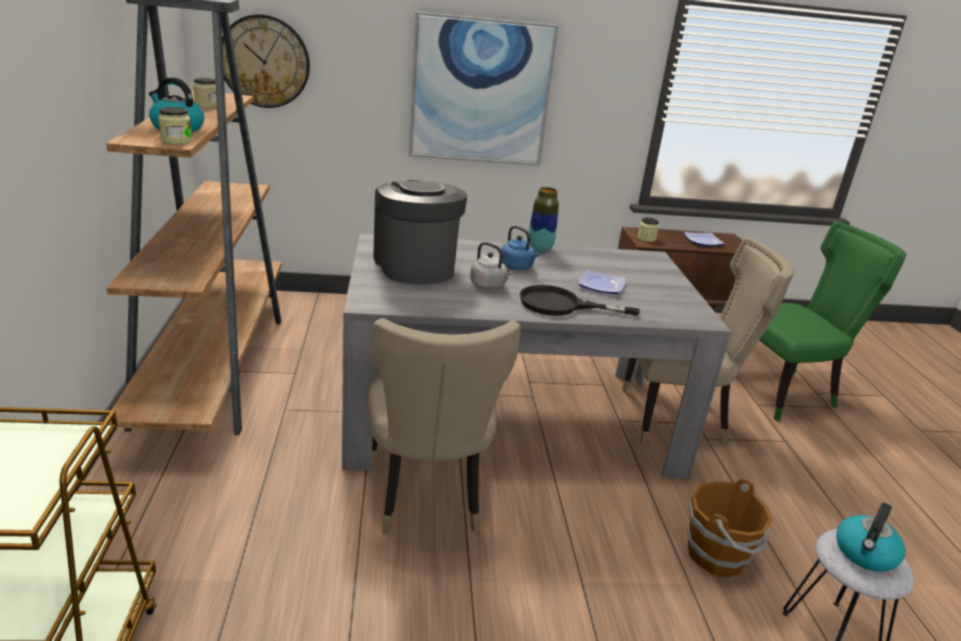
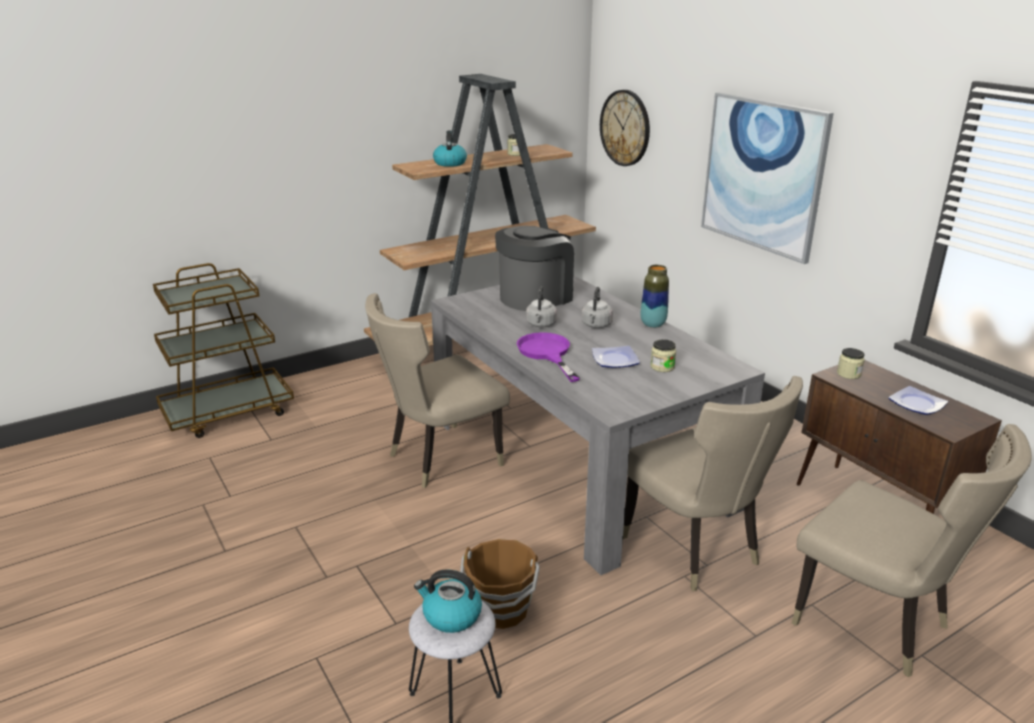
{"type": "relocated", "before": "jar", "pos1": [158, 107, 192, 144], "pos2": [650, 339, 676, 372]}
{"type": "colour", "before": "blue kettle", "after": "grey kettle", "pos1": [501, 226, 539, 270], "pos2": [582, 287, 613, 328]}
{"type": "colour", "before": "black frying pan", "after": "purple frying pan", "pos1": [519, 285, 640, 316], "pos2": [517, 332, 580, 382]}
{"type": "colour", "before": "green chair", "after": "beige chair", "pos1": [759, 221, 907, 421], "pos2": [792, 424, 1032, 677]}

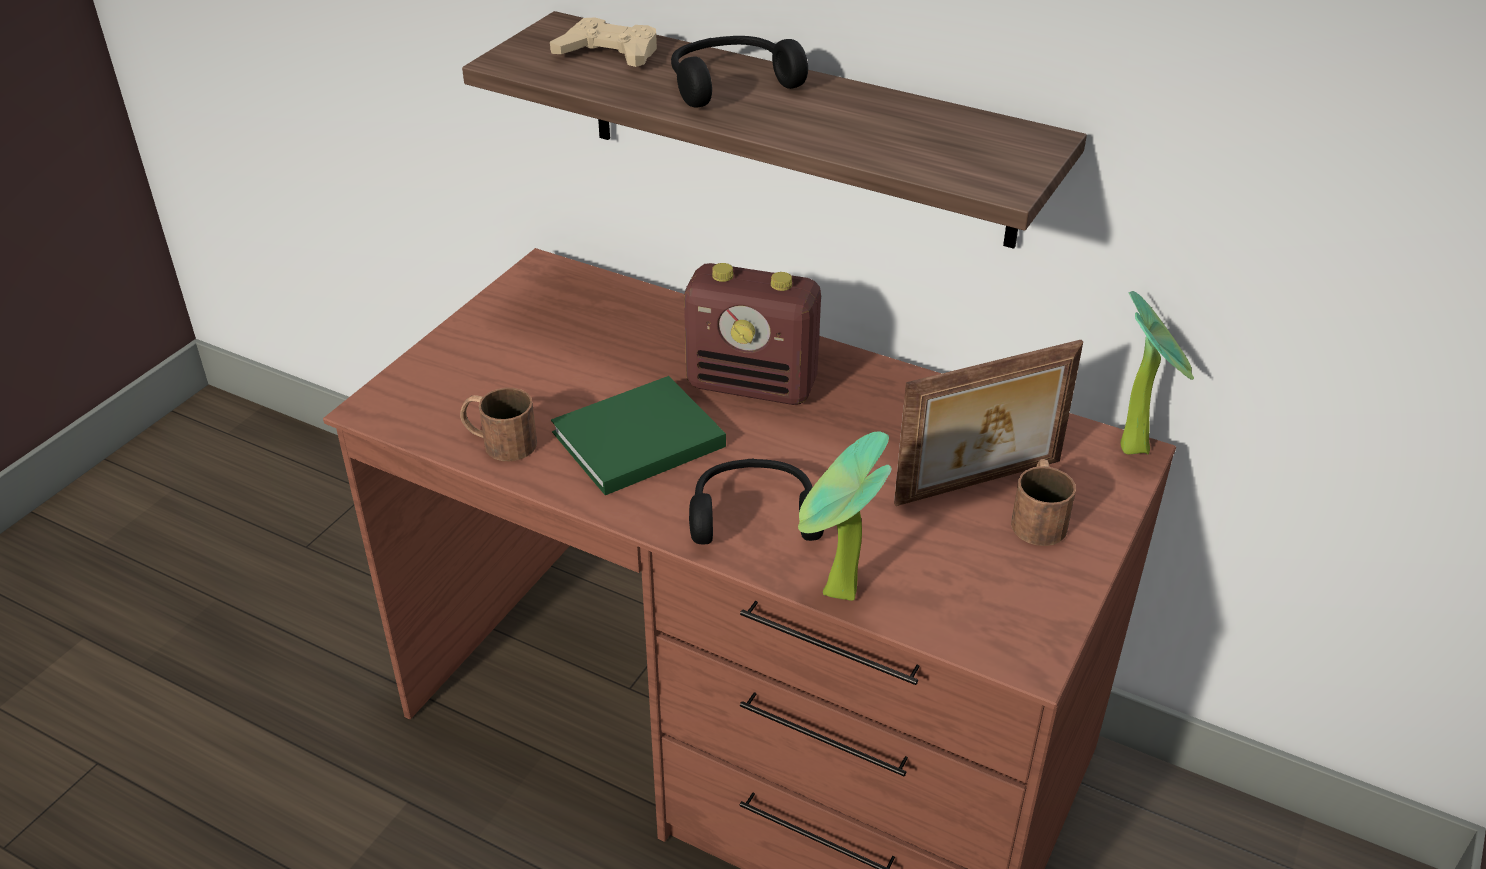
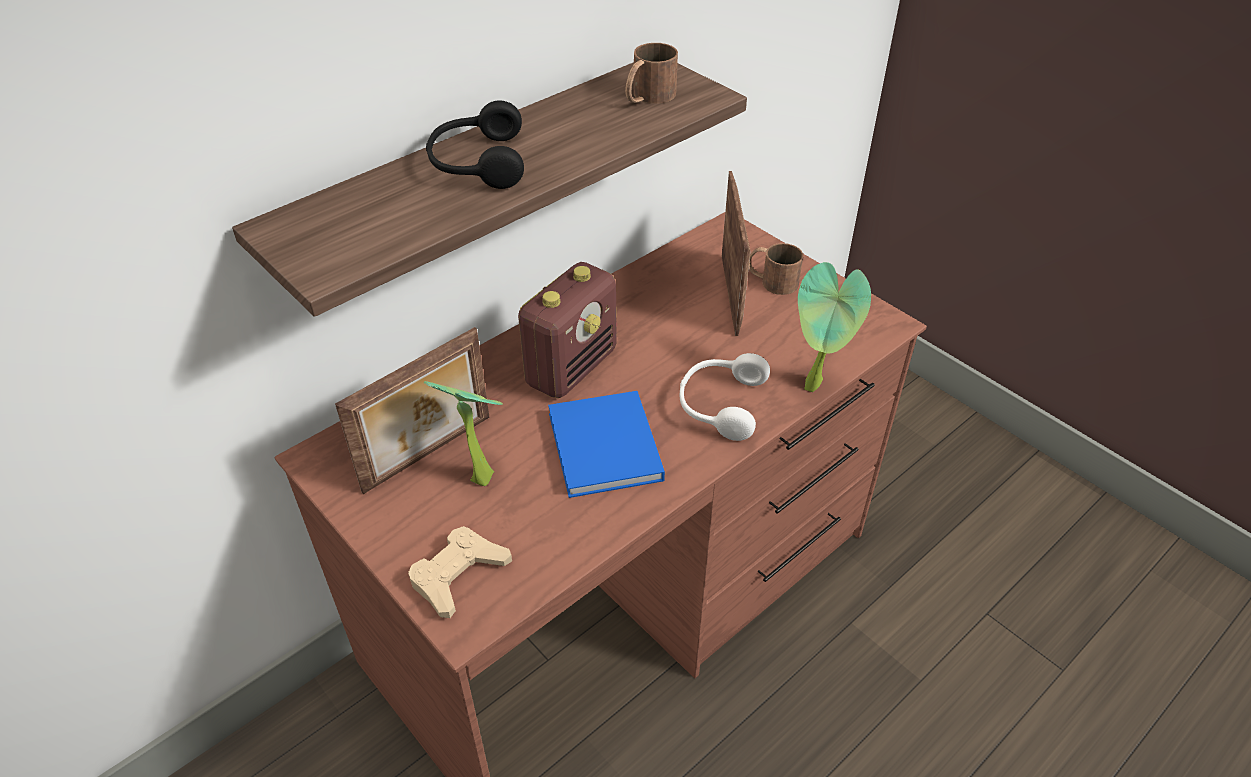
{"type": "relocated", "before": "brown mug", "pos1": [460, 388, 537, 461], "pos2": [625, 43, 678, 104]}
{"type": "relocated", "before": "beige game controller", "pos1": [550, 17, 657, 67], "pos2": [408, 526, 512, 618]}
{"type": "colour", "before": "green book", "after": "blue book", "pos1": [551, 376, 726, 495], "pos2": [548, 391, 665, 498]}
{"type": "colour", "before": "black headphones", "after": "white headphones", "pos1": [689, 458, 824, 544], "pos2": [680, 353, 770, 441]}
{"type": "relocated", "before": "potted plant", "pos1": [1121, 291, 1194, 454], "pos2": [424, 381, 503, 486]}
{"type": "appeared", "after": "picture frame", "pos2": [335, 327, 489, 494]}

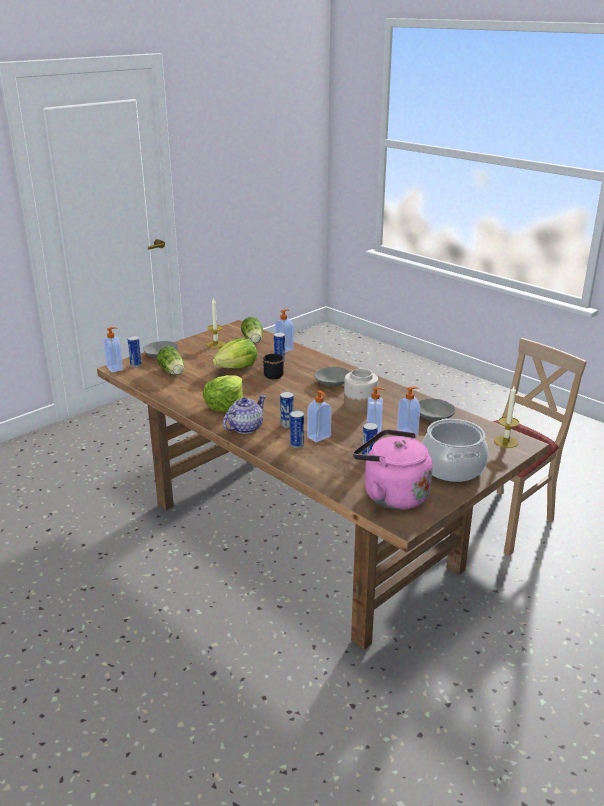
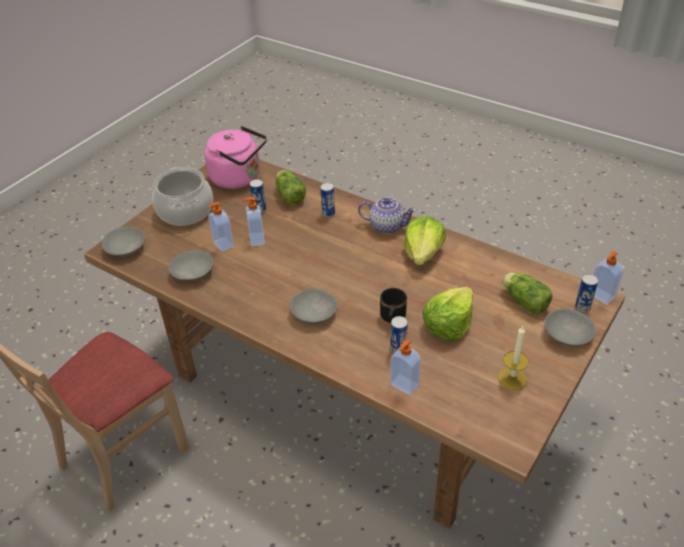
{"type": "spun", "before": "teapot", "pos1": [223, 395, 266, 434], "pos2": [358, 197, 417, 234], "turn": -105}
{"type": "relocated", "before": "lettuce", "pos1": [241, 317, 263, 343], "pos2": [276, 170, 306, 205]}
{"type": "missing", "before": "can", "pos1": [280, 392, 294, 428]}
{"type": "missing", "before": "soap dispenser", "pos1": [307, 390, 332, 442]}
{"type": "missing", "before": "jar", "pos1": [344, 369, 378, 413]}
{"type": "exchanged", "before": "candle", "after": "grey bowl", "pos1": [494, 386, 519, 448], "pos2": [102, 227, 145, 257]}

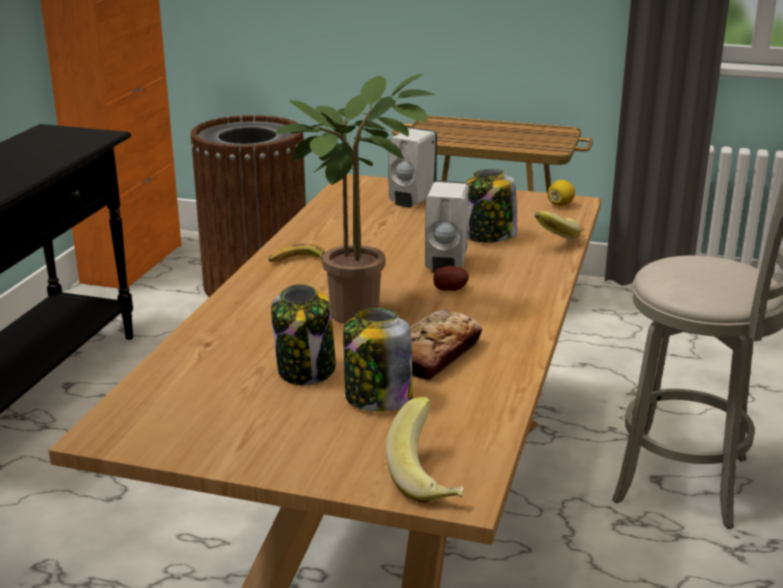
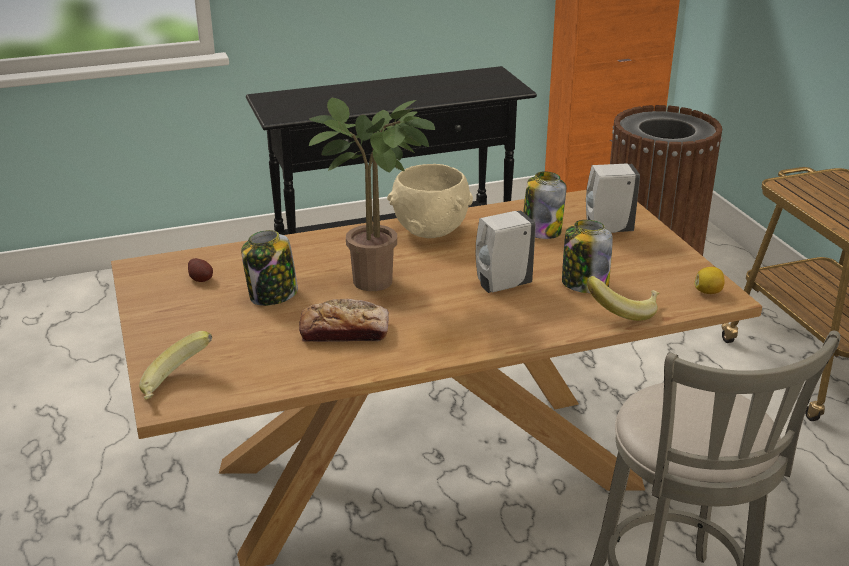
{"type": "exchanged", "before": "banana", "after": "beige bowl", "pos1": [268, 243, 325, 262], "pos2": [387, 164, 473, 238]}
{"type": "relocated", "before": "jar", "pos1": [343, 308, 412, 411], "pos2": [523, 171, 566, 239]}
{"type": "relocated", "before": "potato", "pos1": [433, 266, 469, 291], "pos2": [188, 258, 213, 282]}

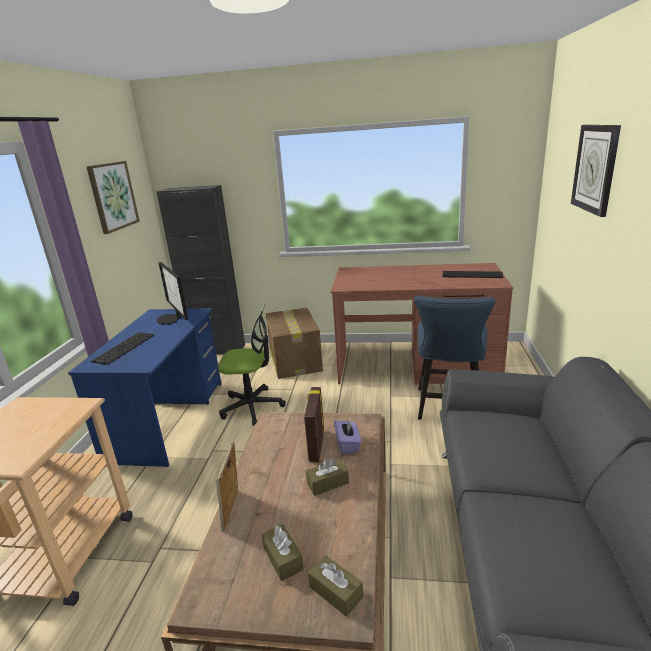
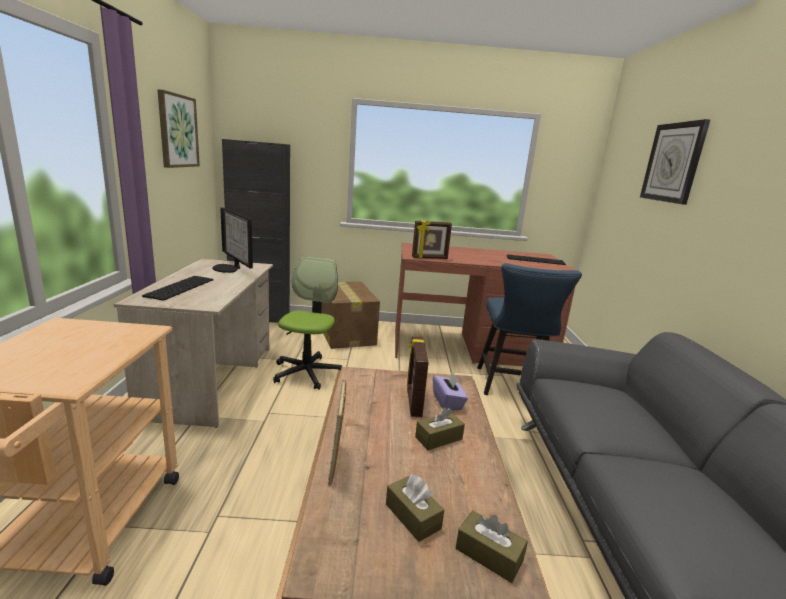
{"type": "colour", "before": "blue desk", "after": "beige desk", "pos1": [68, 308, 221, 467], "pos2": [114, 259, 273, 428]}
{"type": "spun", "before": "office chair", "pos1": [218, 304, 286, 426], "pos2": [273, 257, 342, 390], "turn": -75}
{"type": "appeared", "after": "picture frame", "pos2": [412, 221, 452, 259]}

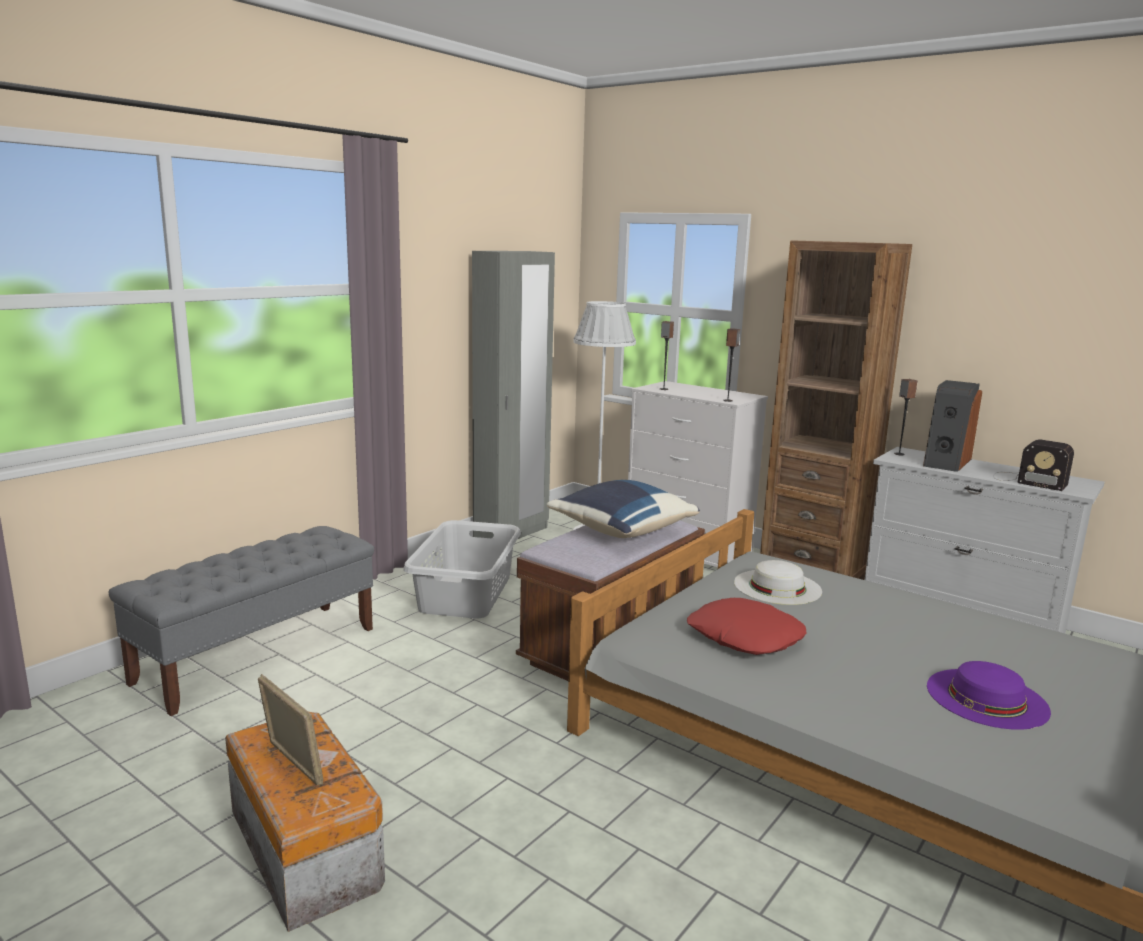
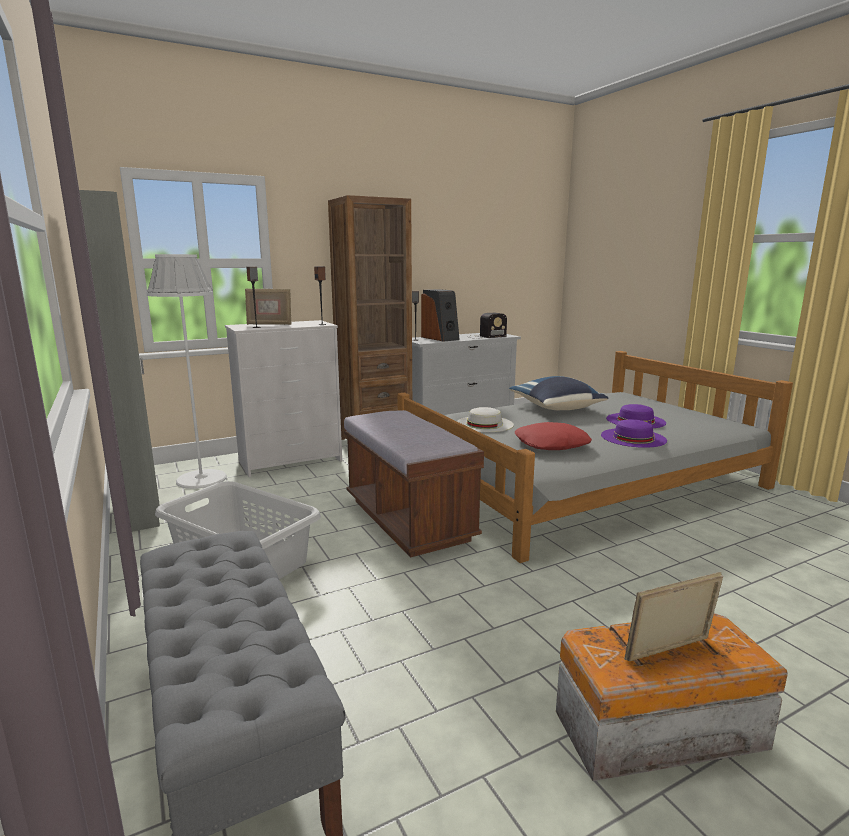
{"type": "relocated", "before": "blue pillow", "pos1": [546, 480, 700, 538], "pos2": [509, 376, 608, 410]}
{"type": "appeared", "after": "picture frame", "pos2": [245, 289, 291, 325]}
{"type": "appeared", "after": "purple hat", "pos2": [601, 419, 667, 448]}

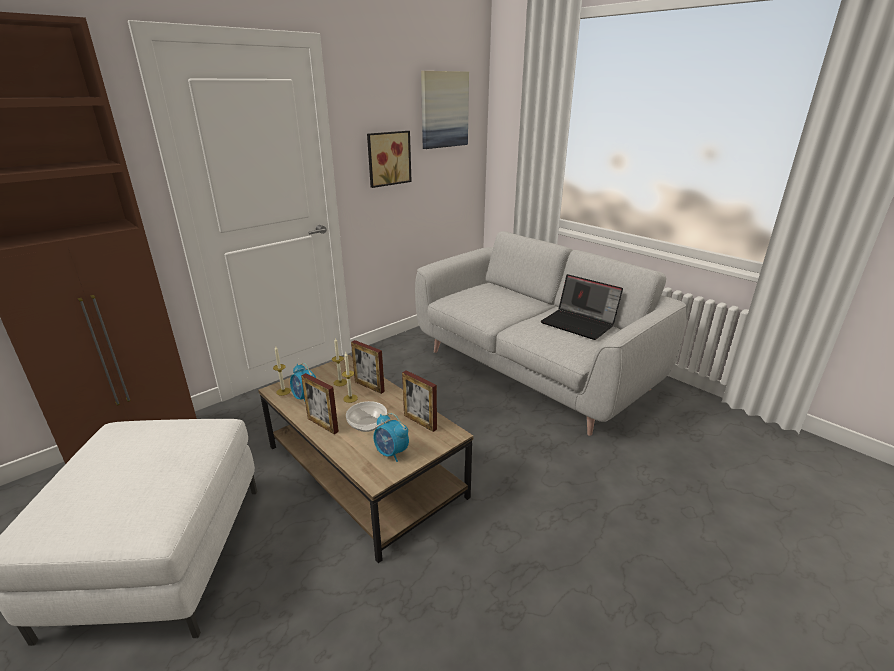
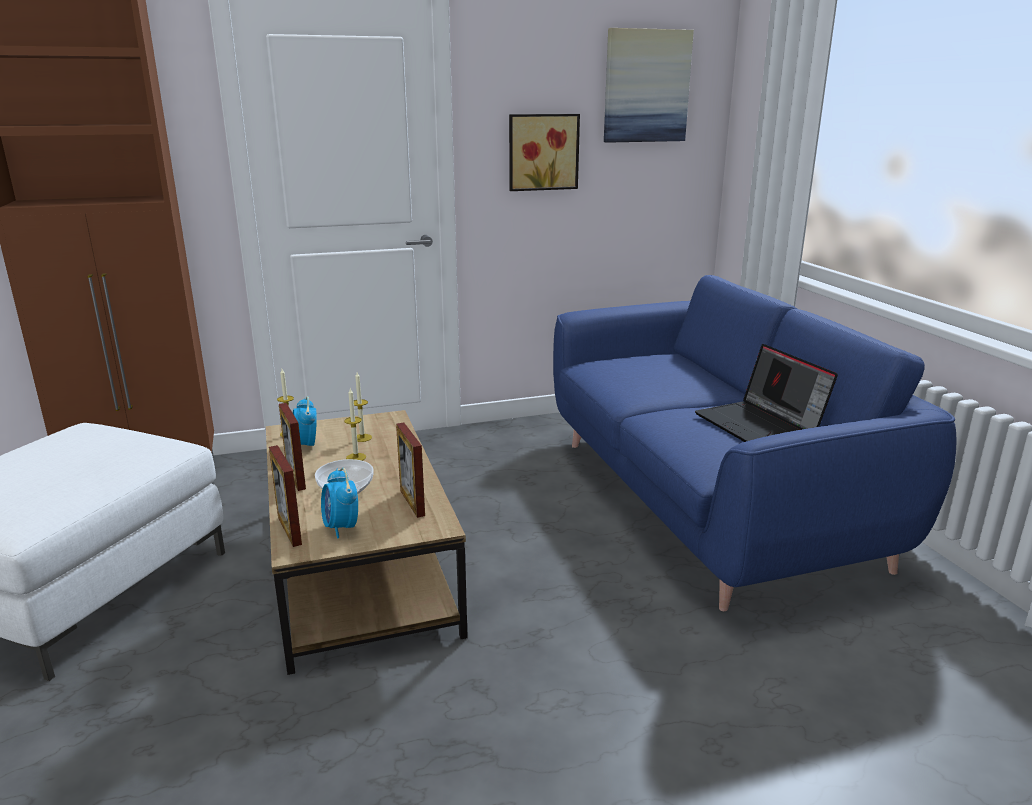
{"type": "relocated", "before": "picture frame", "pos1": [351, 340, 385, 394], "pos2": [269, 445, 302, 547]}
{"type": "colour", "before": "grey sofa", "after": "blue sofa", "pos1": [415, 231, 686, 436], "pos2": [553, 275, 957, 611]}

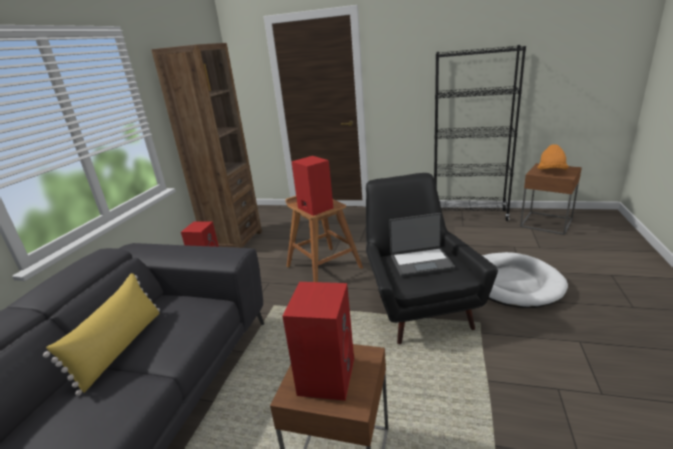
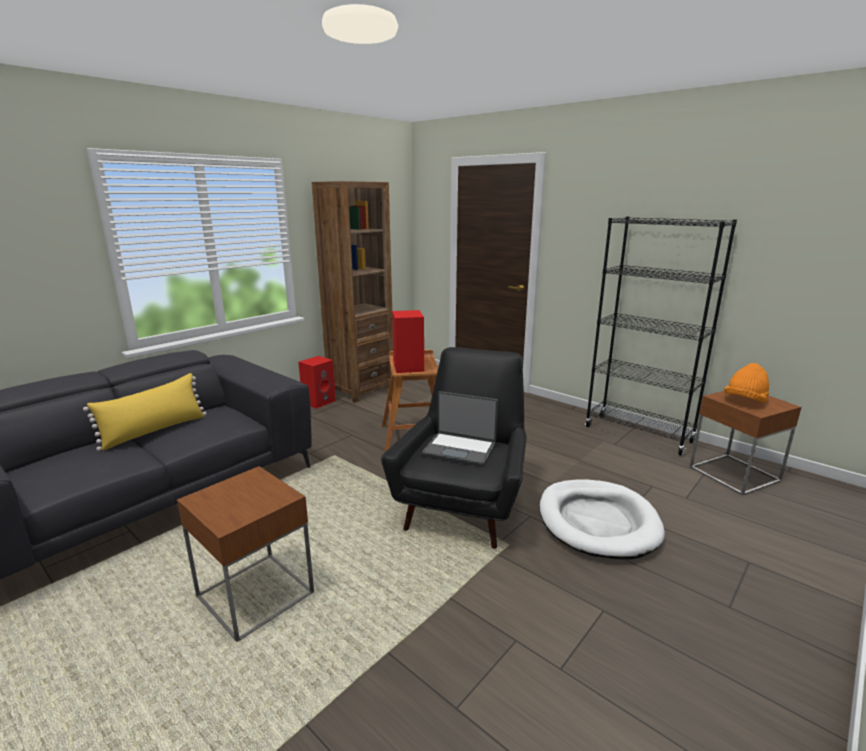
{"type": "missing", "before": "red speaker", "pos1": [282, 282, 354, 401]}

